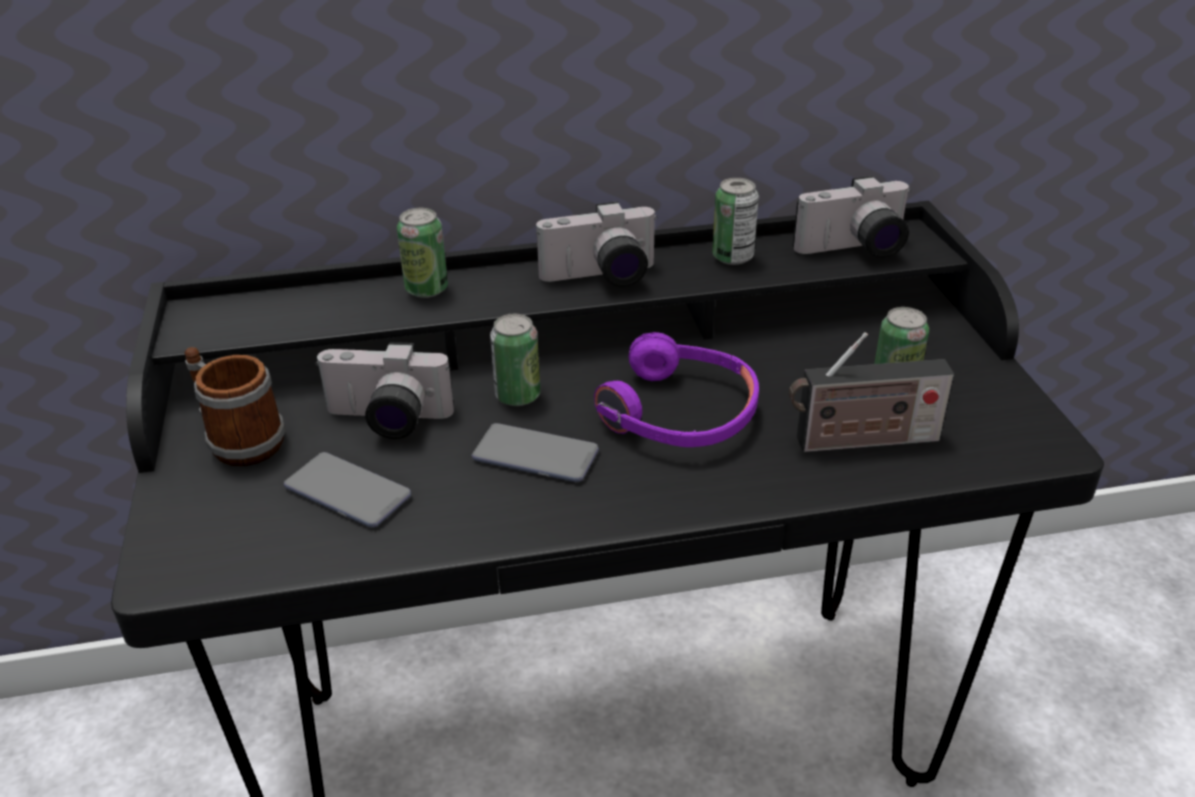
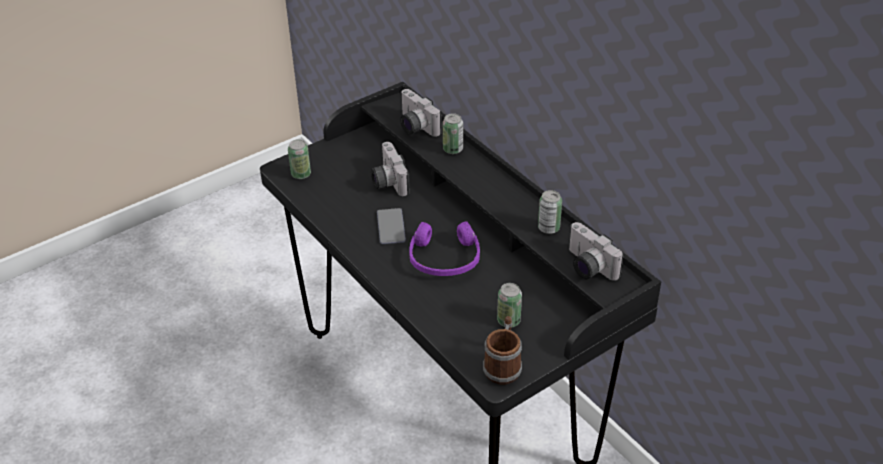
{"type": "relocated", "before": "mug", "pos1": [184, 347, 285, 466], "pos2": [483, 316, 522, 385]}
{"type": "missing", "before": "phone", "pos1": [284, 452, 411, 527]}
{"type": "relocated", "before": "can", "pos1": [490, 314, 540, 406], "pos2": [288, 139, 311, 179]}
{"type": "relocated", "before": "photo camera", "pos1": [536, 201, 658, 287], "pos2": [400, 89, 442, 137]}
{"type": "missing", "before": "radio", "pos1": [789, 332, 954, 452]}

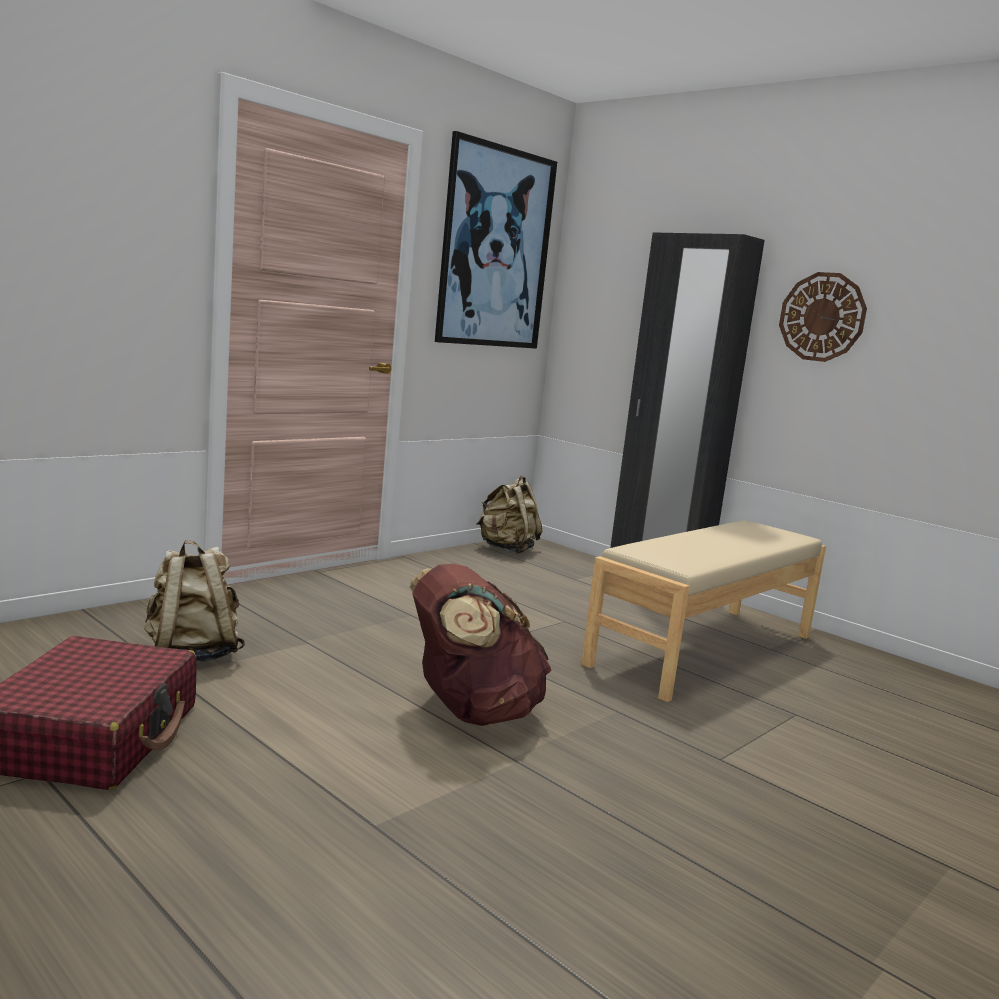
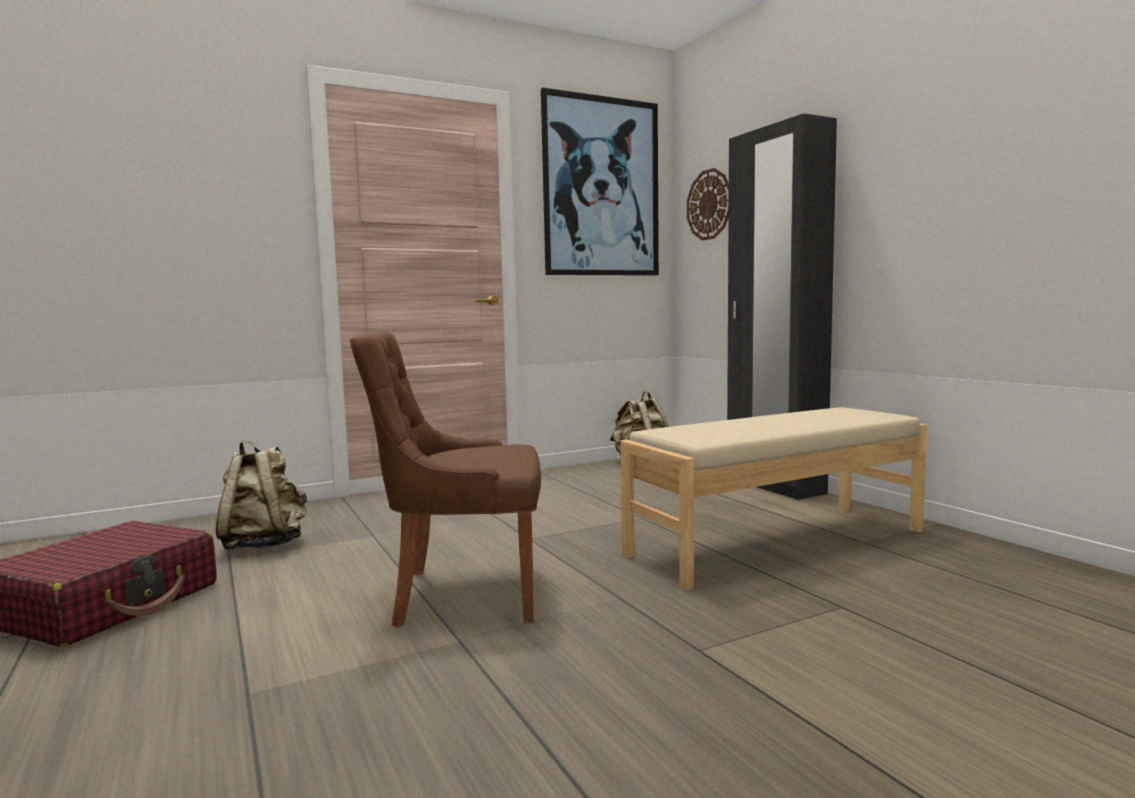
{"type": "exchanged", "before": "brown backpack", "after": "brown chair", "pos1": [410, 563, 552, 726], "pos2": [350, 331, 541, 627]}
{"type": "relocated", "before": "wall clock", "pos1": [779, 272, 867, 362], "pos2": [687, 168, 729, 241]}

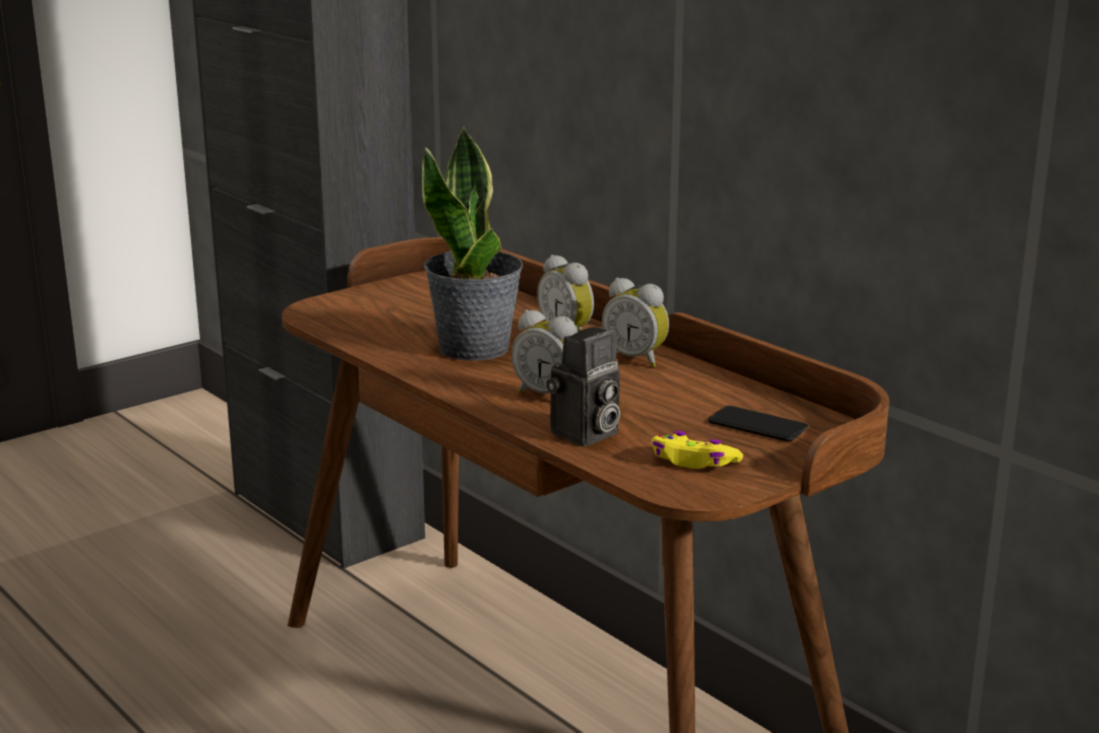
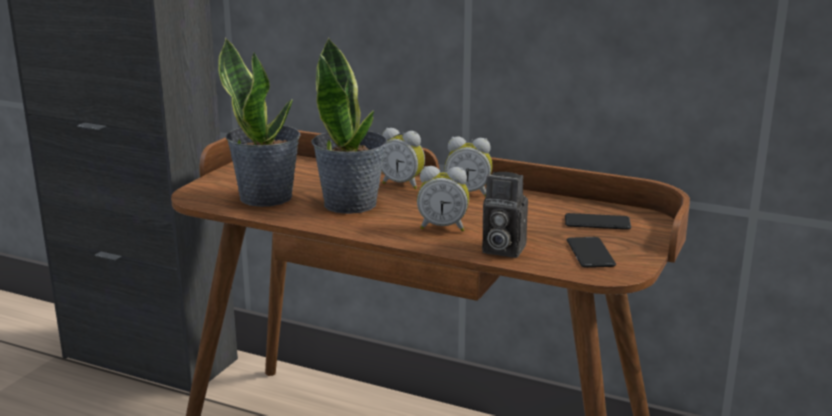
{"type": "spun", "before": "photo camera", "pos1": [547, 327, 620, 447], "pos2": [482, 172, 528, 258], "turn": 90}
{"type": "exchanged", "before": "yellow game controller", "after": "phone", "pos1": [651, 431, 743, 469], "pos2": [567, 237, 616, 268]}
{"type": "appeared", "after": "potted plant", "pos2": [218, 37, 300, 207]}

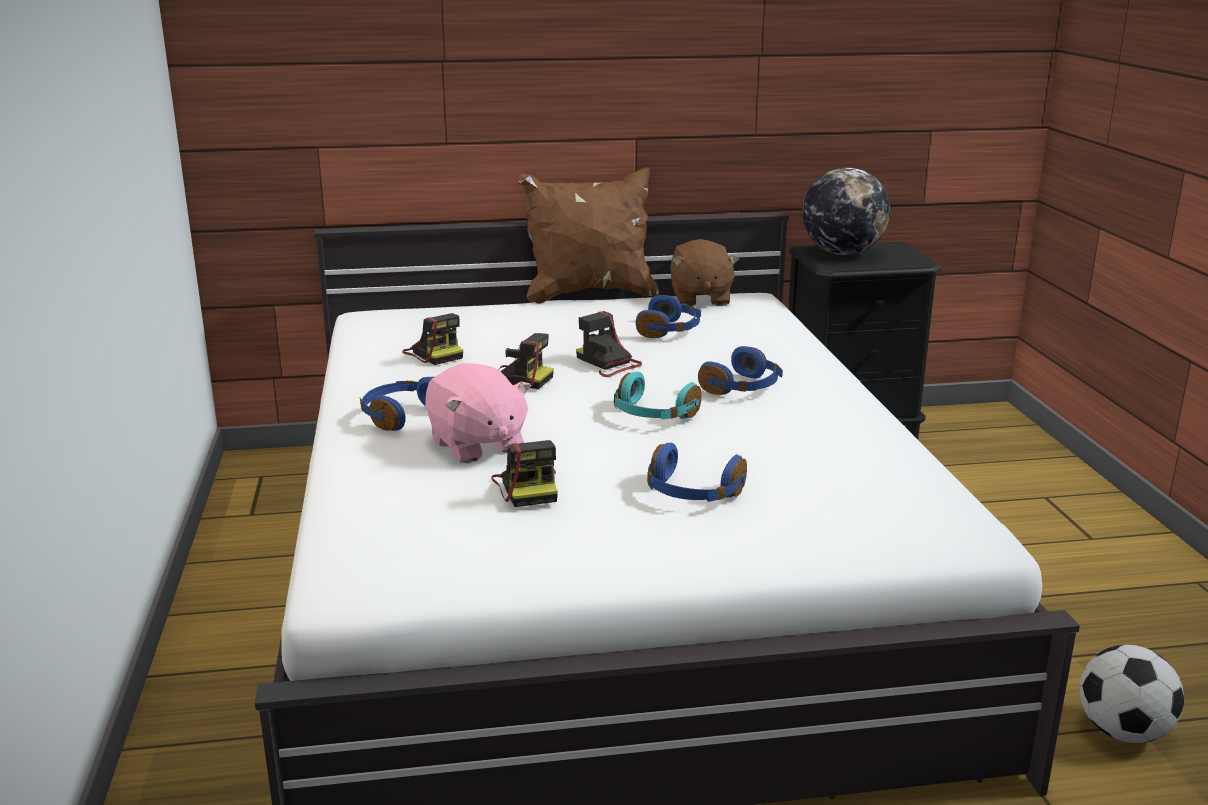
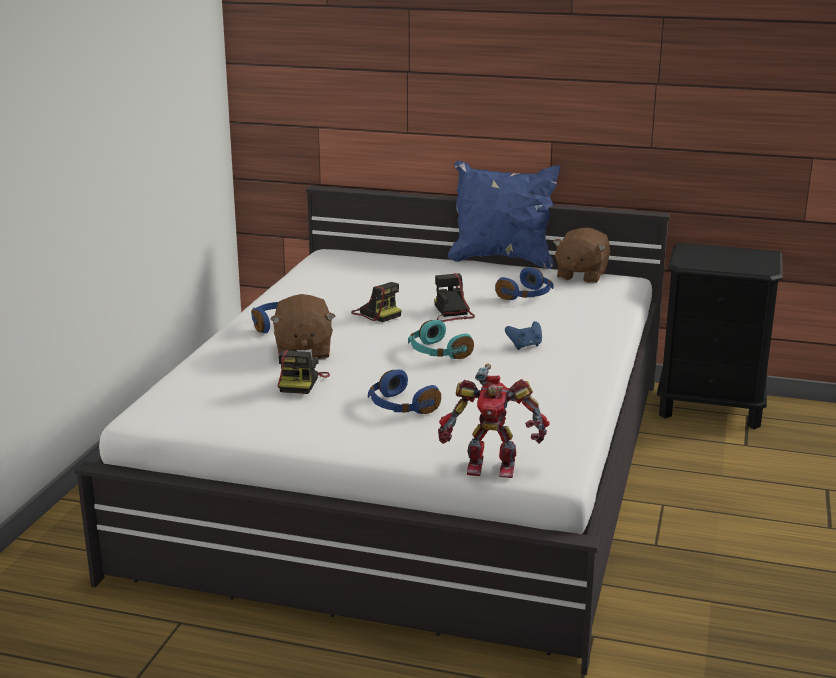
{"type": "missing", "before": "photo camera", "pos1": [402, 313, 463, 365]}
{"type": "colour", "before": "pink plush toy", "after": "brown plush toy", "pos1": [425, 363, 531, 463], "pos2": [270, 294, 336, 360]}
{"type": "colour", "before": "brown pillow", "after": "blue pillow", "pos1": [517, 167, 659, 304], "pos2": [448, 160, 560, 269]}
{"type": "exchanged", "before": "blue headphones", "after": "blue game controller", "pos1": [698, 346, 783, 395], "pos2": [505, 321, 542, 350]}
{"type": "missing", "before": "globe", "pos1": [802, 168, 890, 255]}
{"type": "missing", "before": "football", "pos1": [1080, 645, 1184, 743]}
{"type": "appeared", "after": "toy robot", "pos2": [438, 364, 550, 478]}

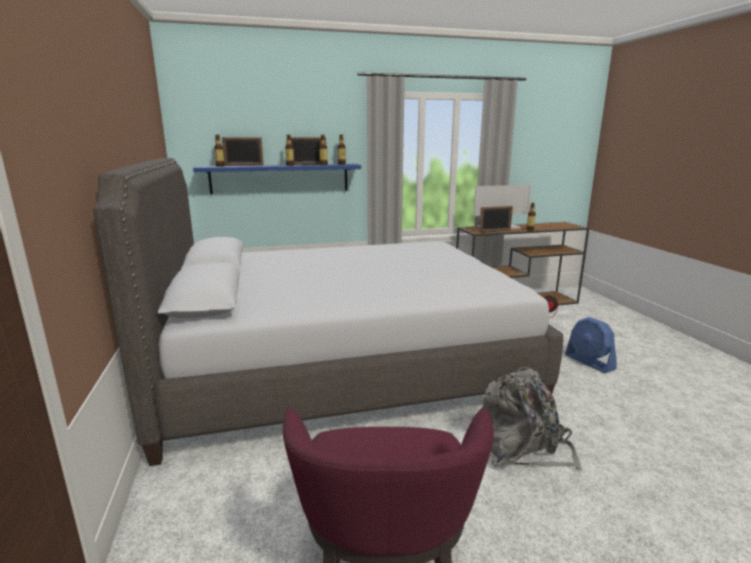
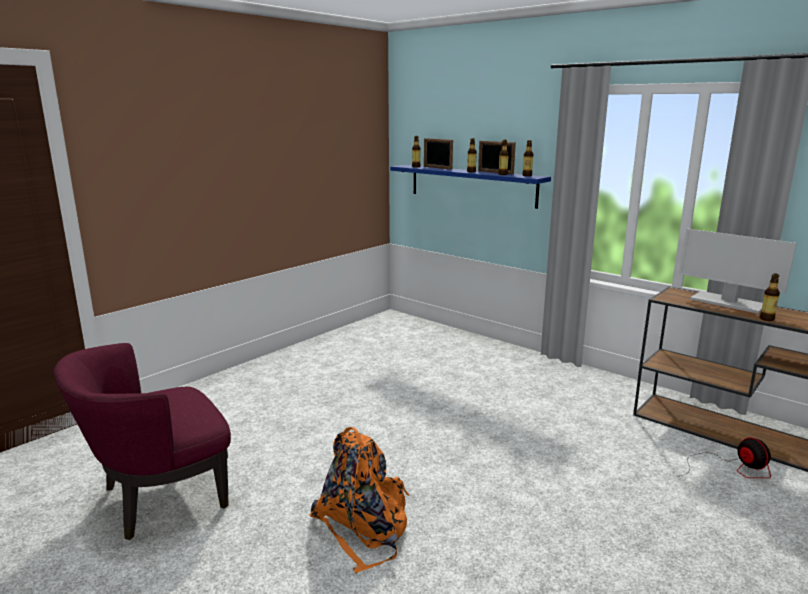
{"type": "missing", "before": "grey bed", "pos1": [93, 158, 563, 466]}
{"type": "missing", "before": "picture frame", "pos1": [479, 206, 513, 233]}
{"type": "colour", "before": "grey backpack", "after": "orange backpack", "pos1": [482, 367, 582, 470], "pos2": [310, 427, 410, 573]}
{"type": "missing", "before": "blue fan", "pos1": [565, 317, 617, 373]}

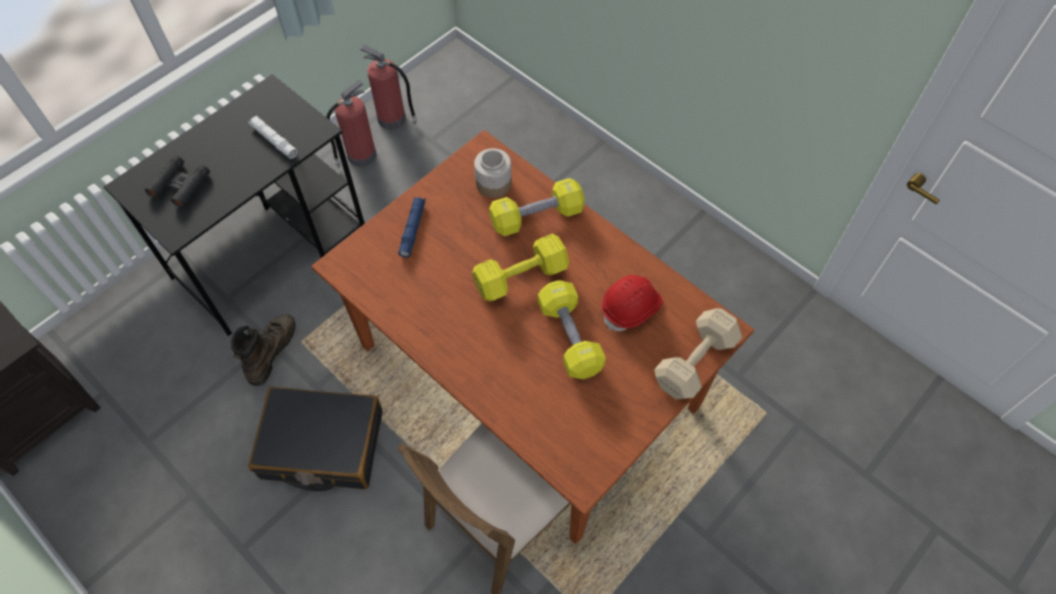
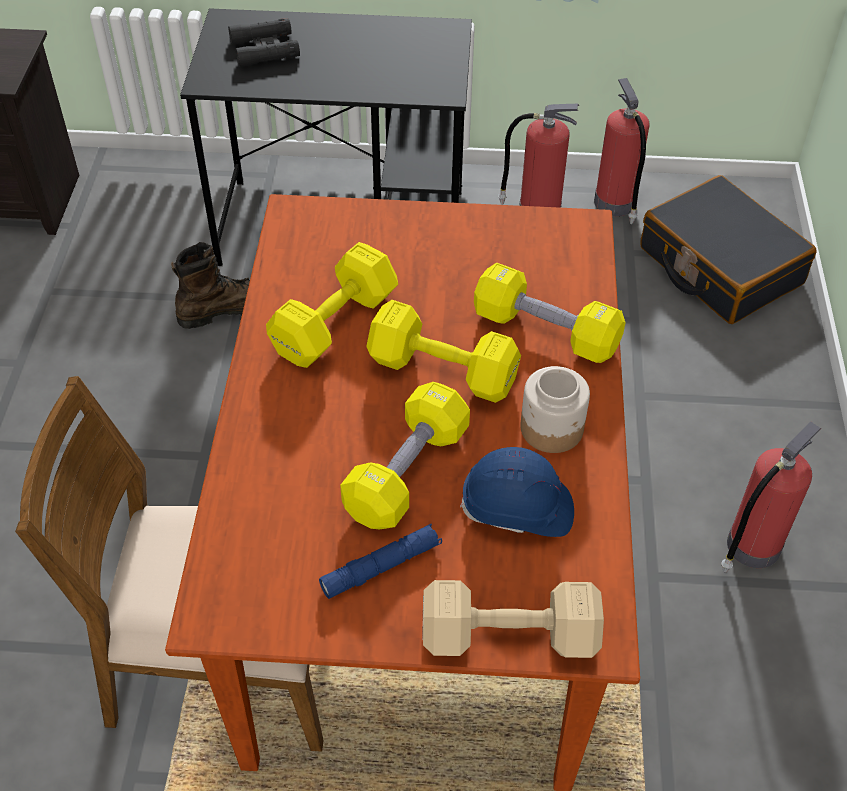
{"type": "missing", "before": "white flashlight", "pos1": [248, 116, 297, 159]}
{"type": "relocated", "before": "black suitcase", "pos1": [249, 386, 383, 491], "pos2": [640, 175, 817, 324]}
{"type": "relocated", "before": "blue flashlight", "pos1": [398, 197, 426, 258], "pos2": [319, 524, 442, 599]}
{"type": "relocated", "before": "jar", "pos1": [474, 148, 512, 198], "pos2": [520, 366, 590, 453]}
{"type": "colour", "before": "red hard hat", "after": "blue hard hat", "pos1": [602, 275, 663, 331], "pos2": [460, 447, 574, 537]}
{"type": "appeared", "after": "yellow dumbbell", "pos2": [266, 242, 398, 368]}
{"type": "appeared", "after": "fire extinguisher", "pos2": [722, 422, 821, 572]}

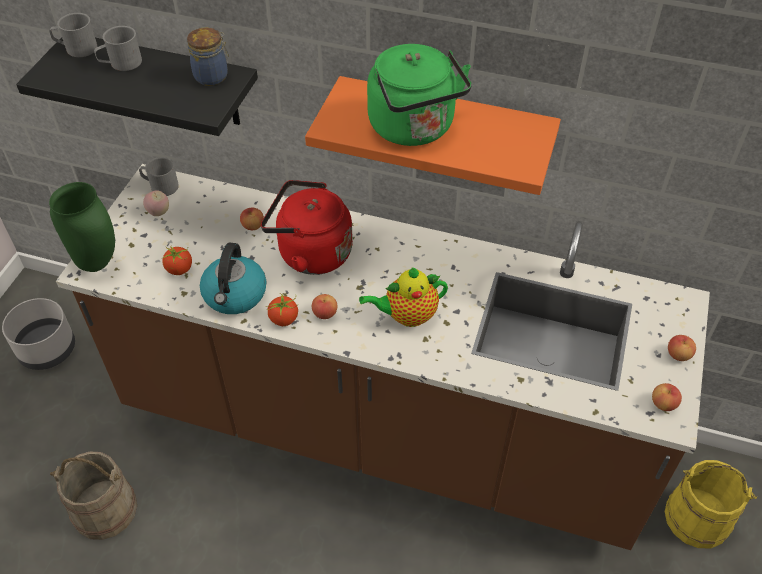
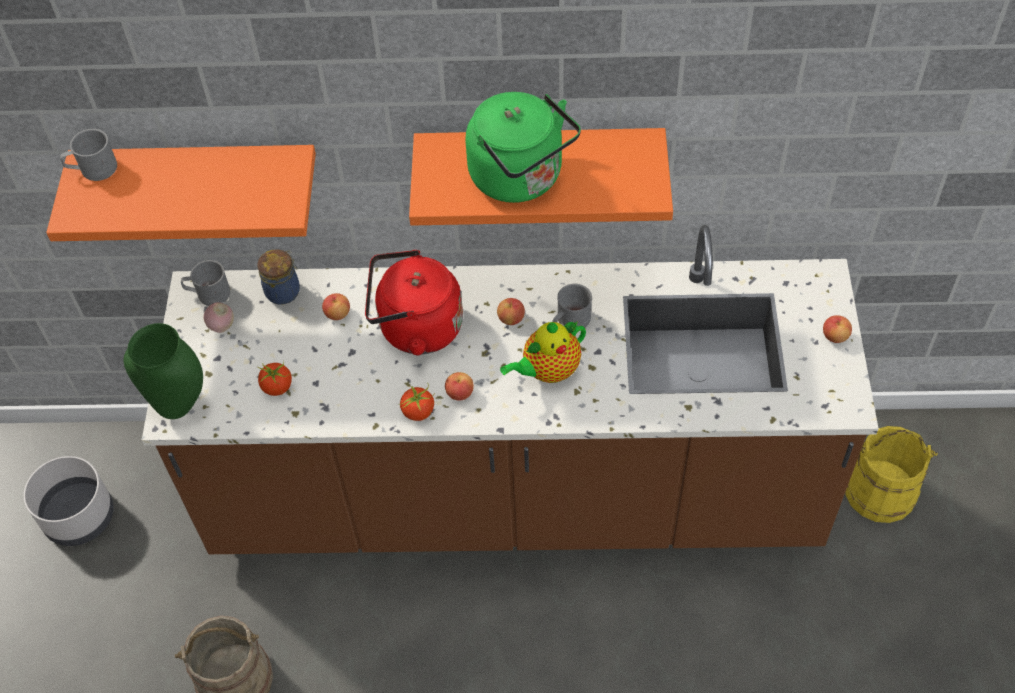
{"type": "colour", "before": "black shelf", "after": "orange shelf", "pos1": [16, 37, 258, 136], "pos2": [46, 145, 316, 241]}
{"type": "relocated", "before": "grey mug", "pos1": [94, 26, 142, 71], "pos2": [553, 284, 592, 328]}
{"type": "relocated", "before": "jar", "pos1": [187, 27, 229, 86], "pos2": [258, 249, 300, 305]}
{"type": "missing", "before": "kettle", "pos1": [200, 243, 266, 314]}
{"type": "relocated", "before": "apple", "pos1": [652, 383, 682, 411], "pos2": [497, 298, 525, 325]}

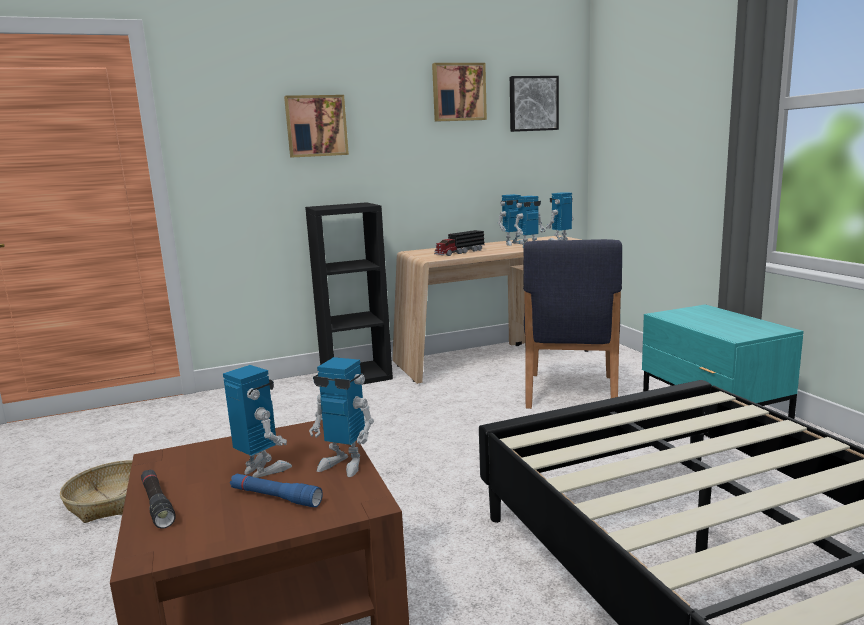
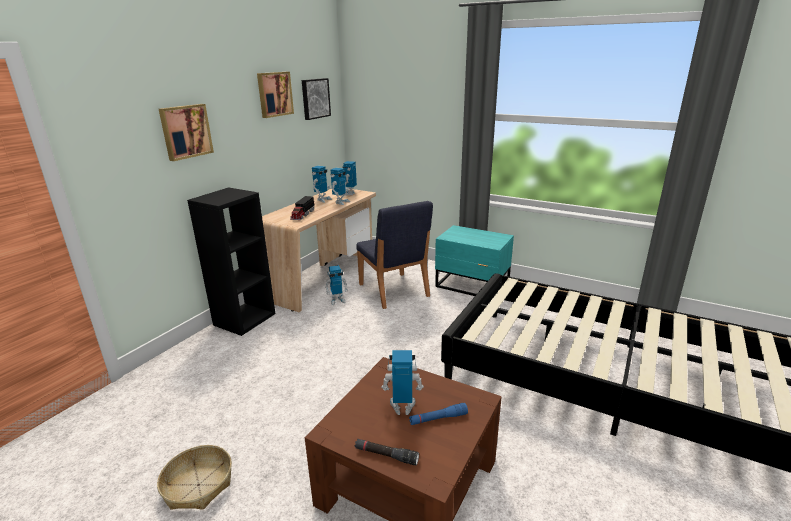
{"type": "relocated", "before": "toy robot", "pos1": [309, 357, 374, 477], "pos2": [325, 265, 348, 305]}

